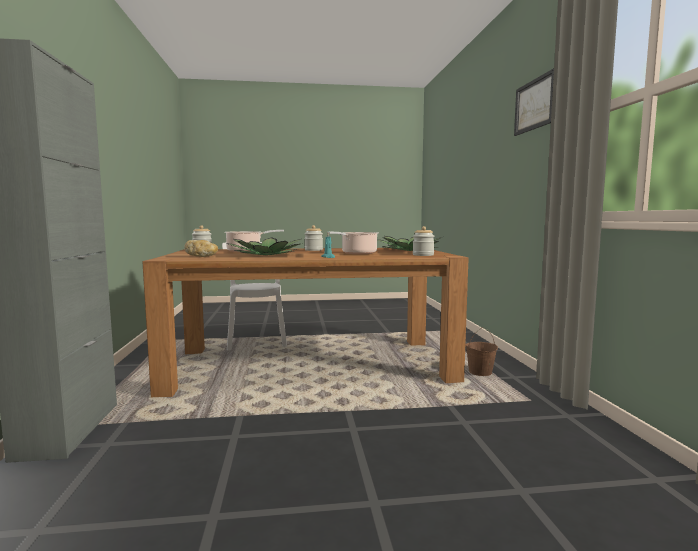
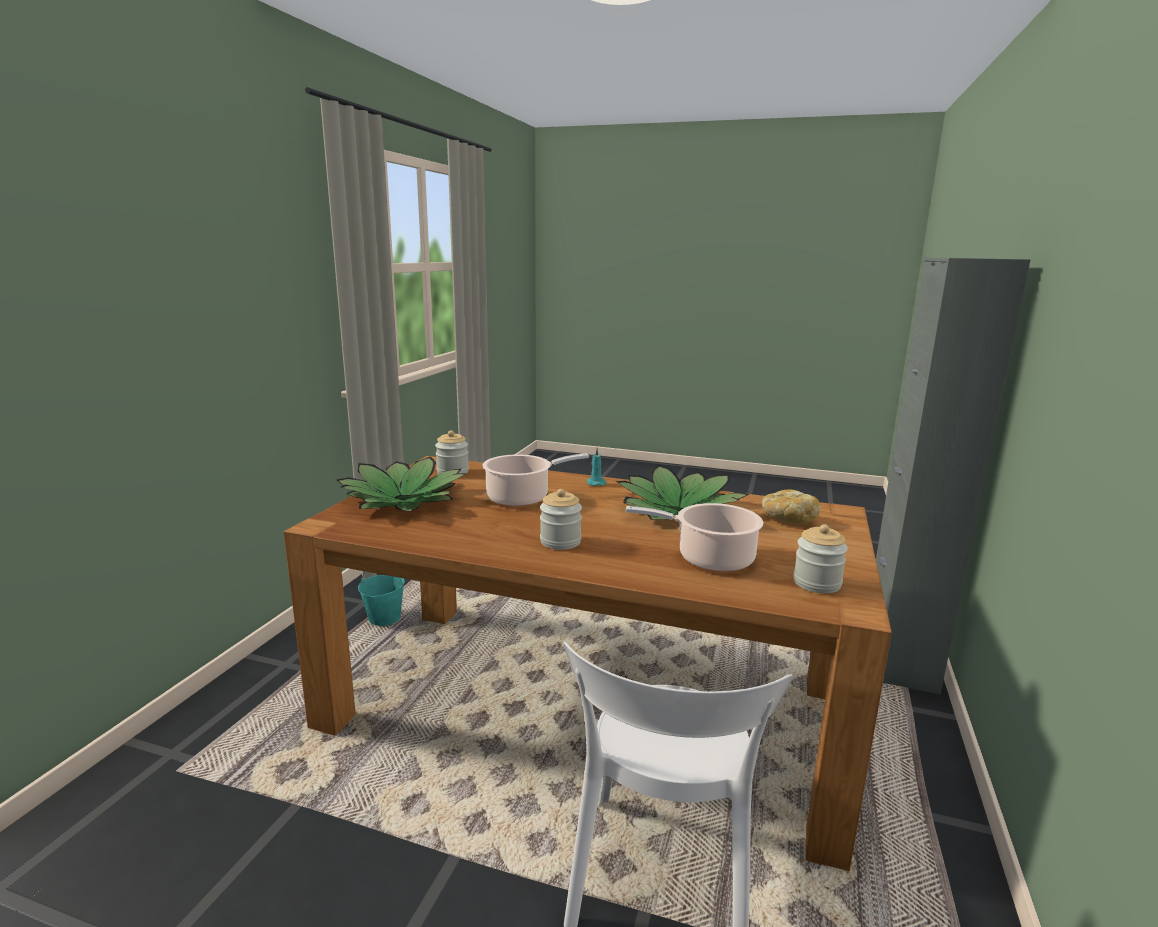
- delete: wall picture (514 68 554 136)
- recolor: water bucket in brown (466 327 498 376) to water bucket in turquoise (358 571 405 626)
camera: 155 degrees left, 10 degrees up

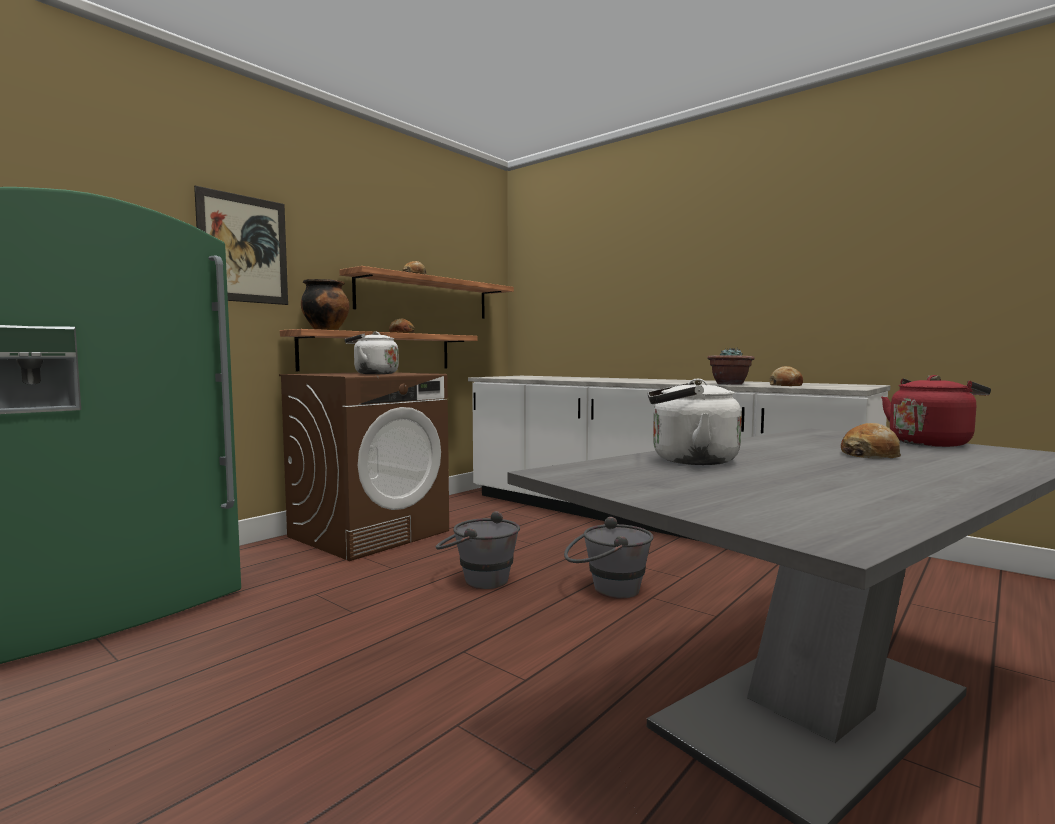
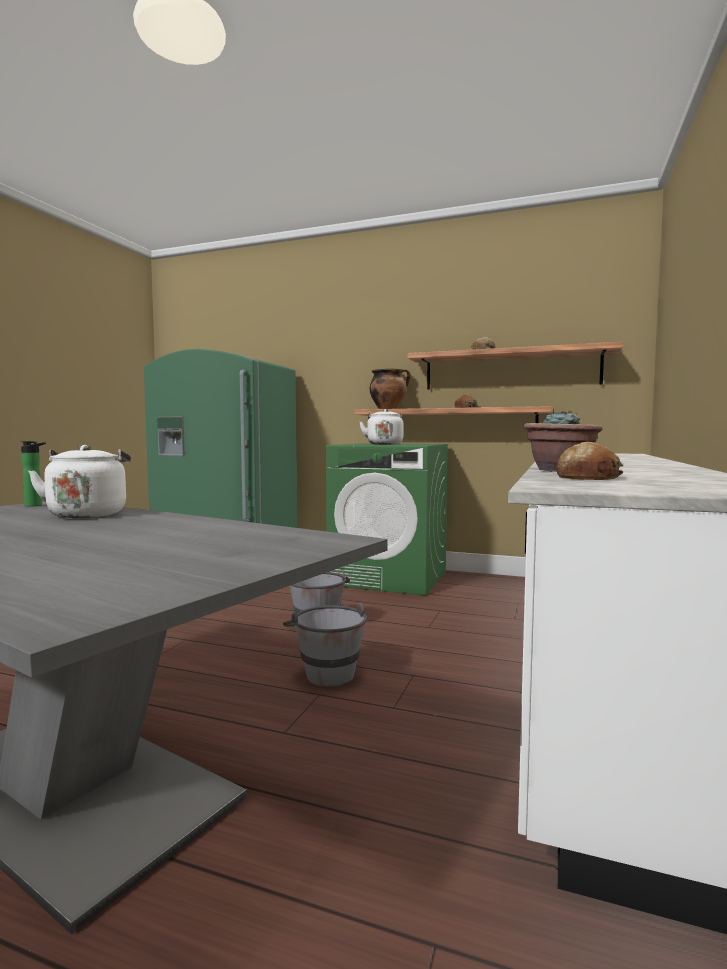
- delete: wall picture (194 186 288 305)
- delete: bakery bread (841 423 901 459)
- delete: tea kettle in red (881 375 991 447)
- insert: beverage bottle (20 441 46 507)
- recolor: washing machine in brown (279 372 449 561) to washing machine in green (326 444 448 596)
camera: 70 degrees right, 0 degrees up

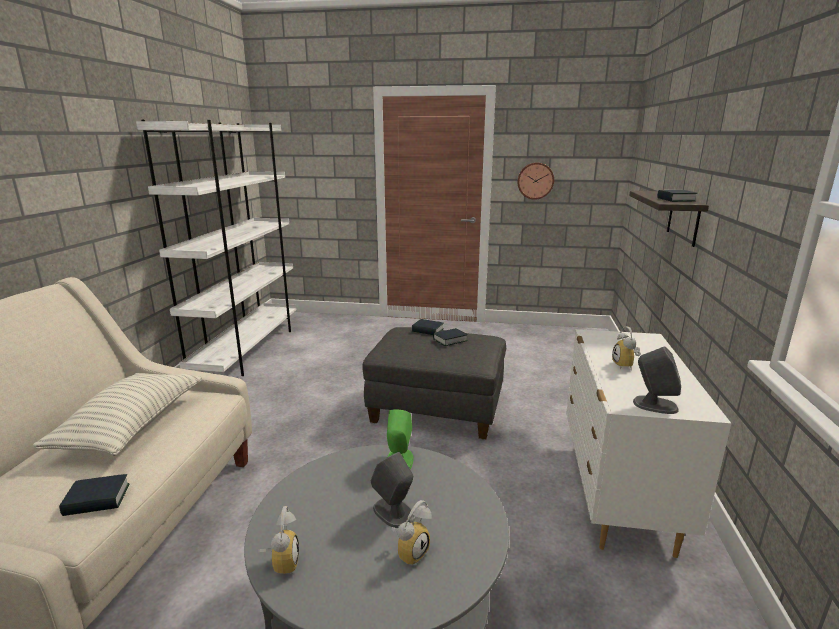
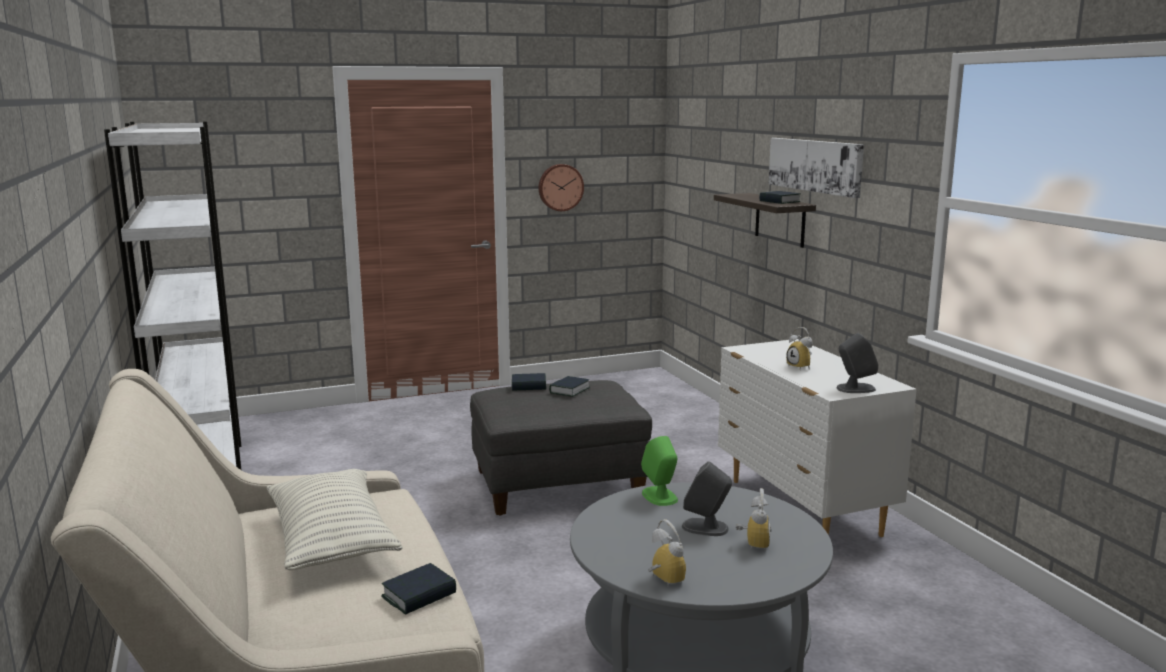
- insert: wall picture (769 138 864 198)
camera: 30 degrees left, 5 degrees down

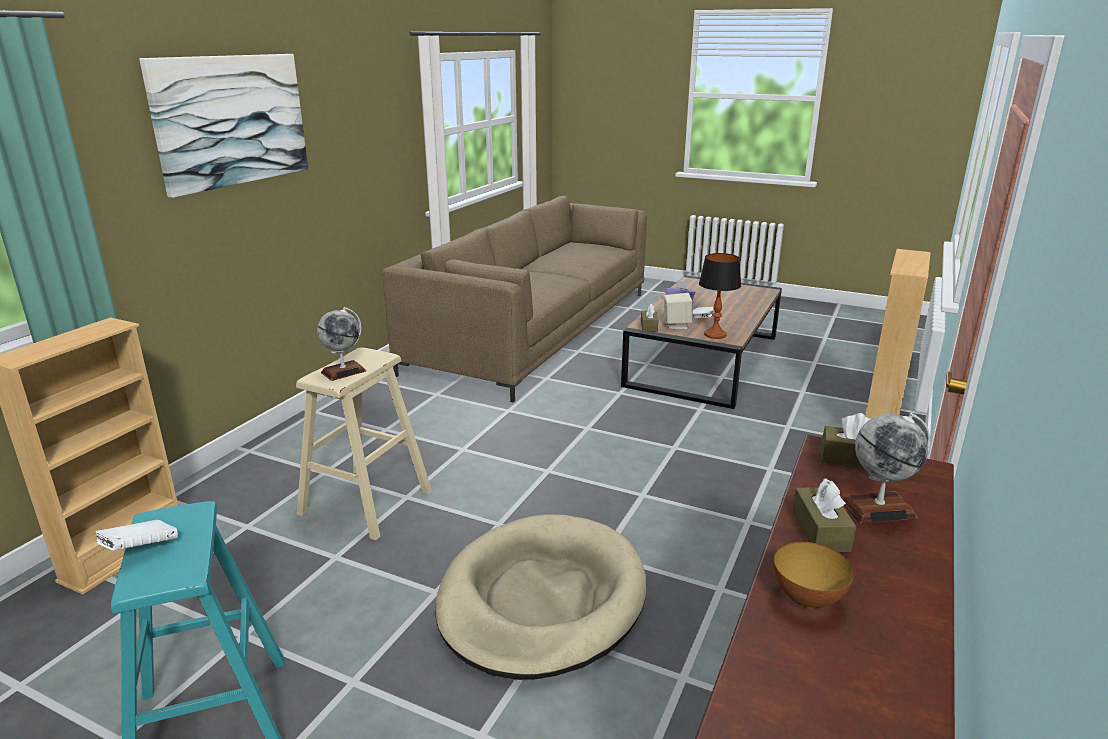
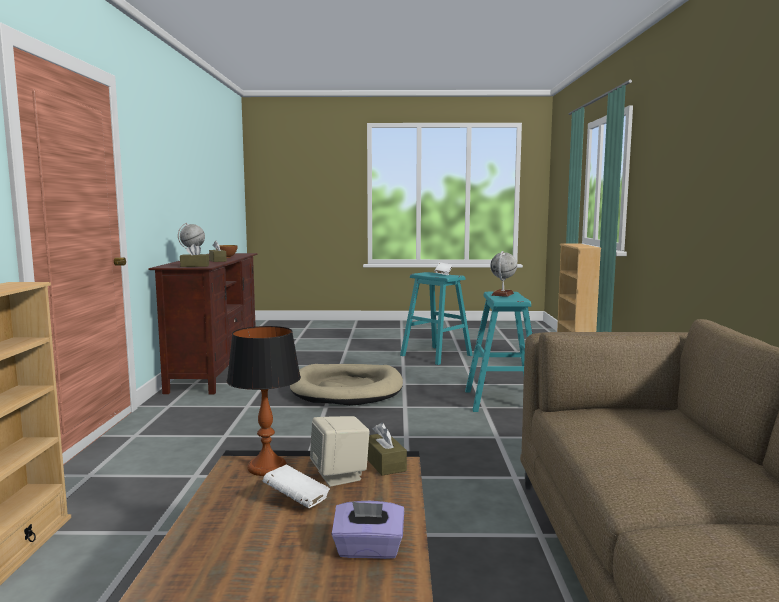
- delete: wall picture (139 54 308 198)
- recolor: stool in beige-coloured (296 347 432 540) to stool in turquoise (465 292 532 412)
camera: 155 degrees right, 15 degrees down

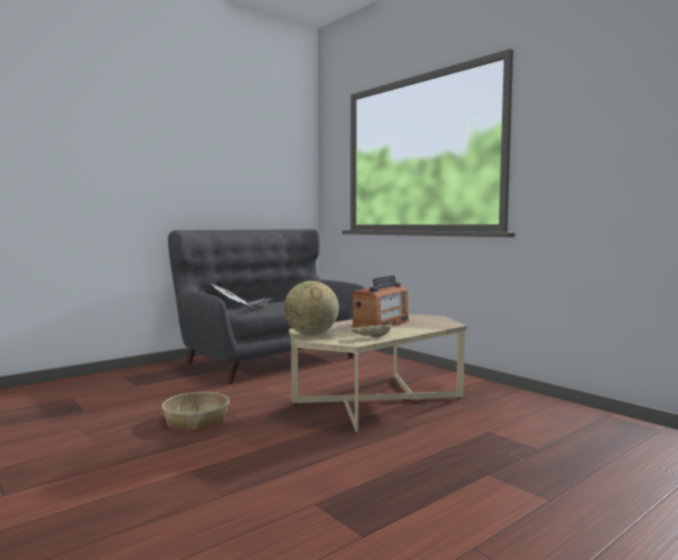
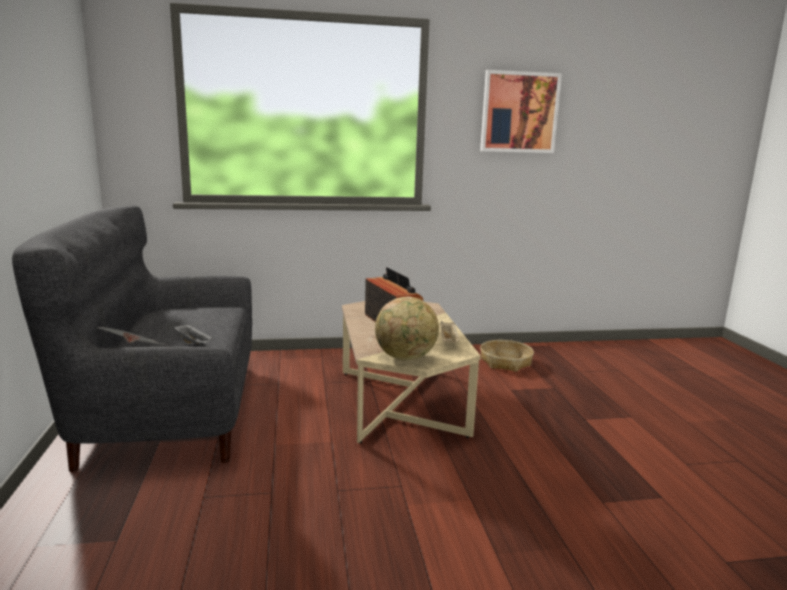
- insert: wall picture (480 70 562 153)
- move: household basket (162 392 229 430) to (480 340 534 372)
camera: 60 degrees left, 10 degrees up

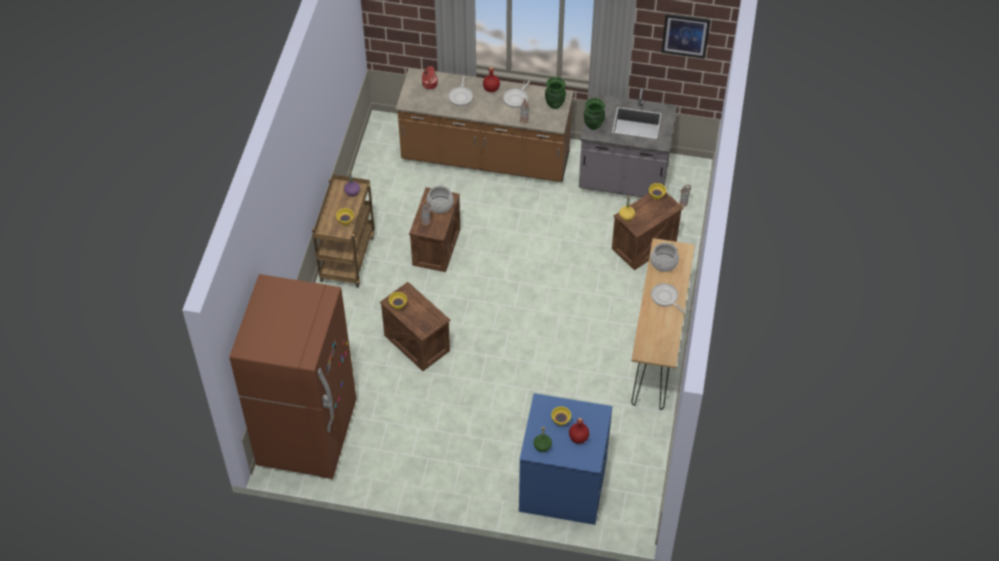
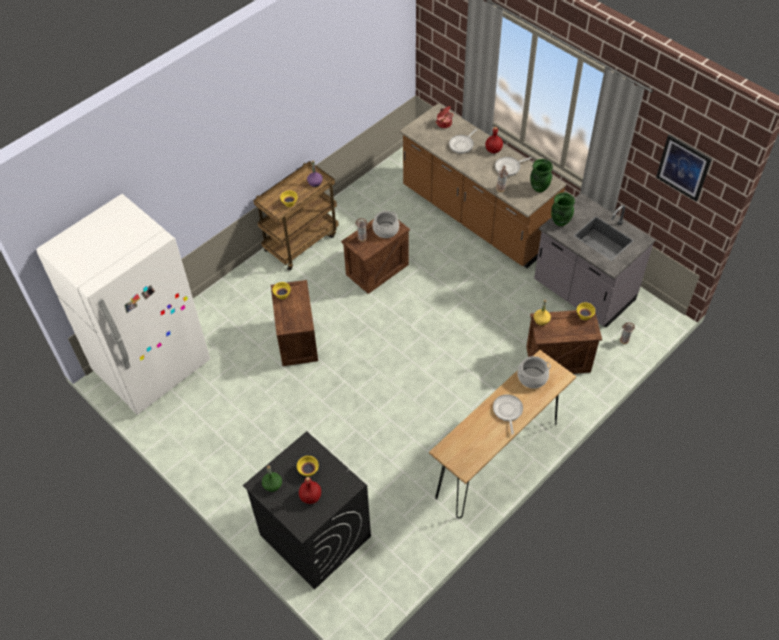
- recolor: kitchen fridge in brown (230 274 357 479) to kitchen fridge in white-coloured (36 194 210 415)
- recolor: washing machine in blue-coloured (519 393 612 525) to washing machine in black-coloured (243 431 371 589)
camera: 35 degrees right, 0 degrees up

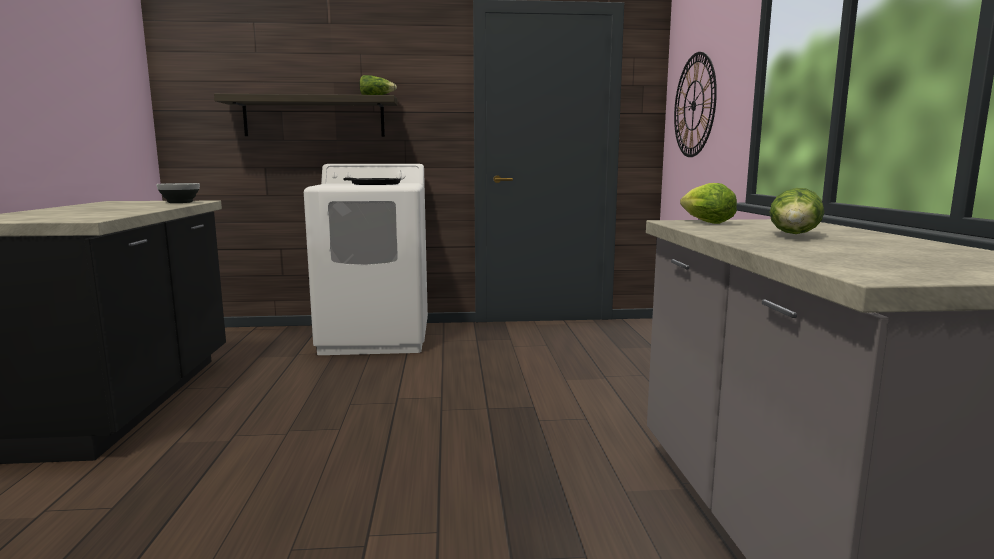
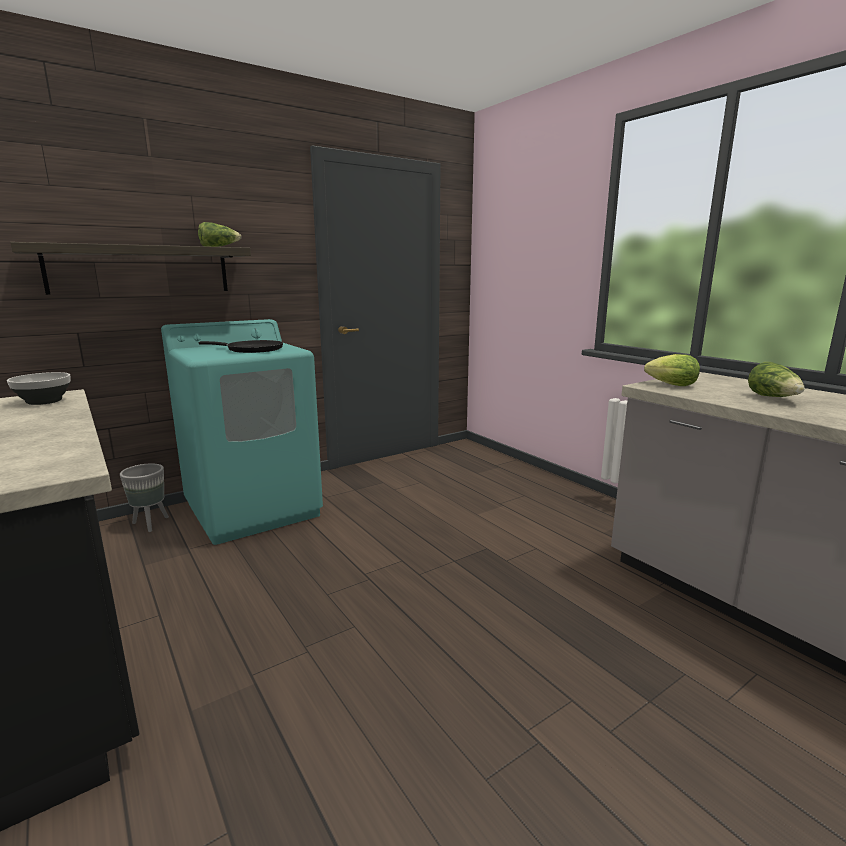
- delete: hanging clock (674 52 717 157)
- insert: plant pot in gray (120 463 169 532)
- recolor: washing machine in white-coloured (304 164 428 355) to washing machine in turquoise (161 319 323 545)
camera: 30 degrees left, 5 degrees up

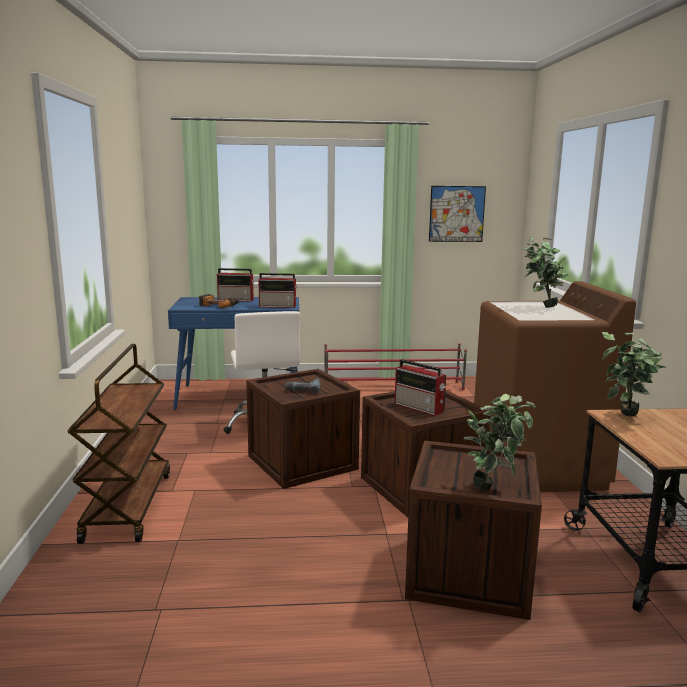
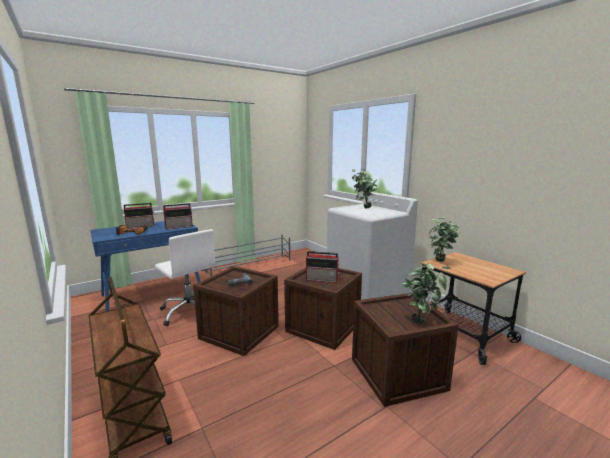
- delete: wall picture (429 186 486 242)
- recolor: shoe shelf in red (324 343 467 390) to shoe shelf in gray (205 234 291 276)
- recolor: washing machine in brown (474 281 636 492) to washing machine in white-coloured (327 192 418 300)
camera: 30 degrees left, 0 degrees up

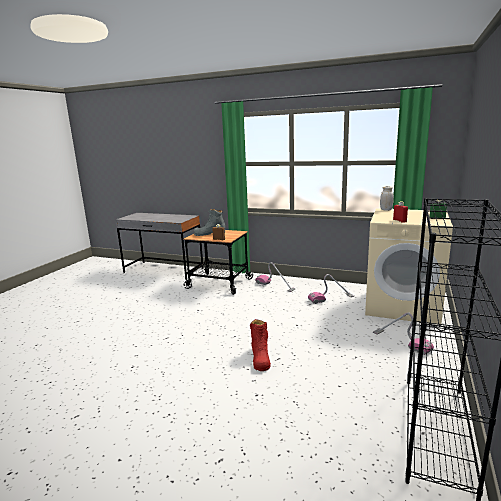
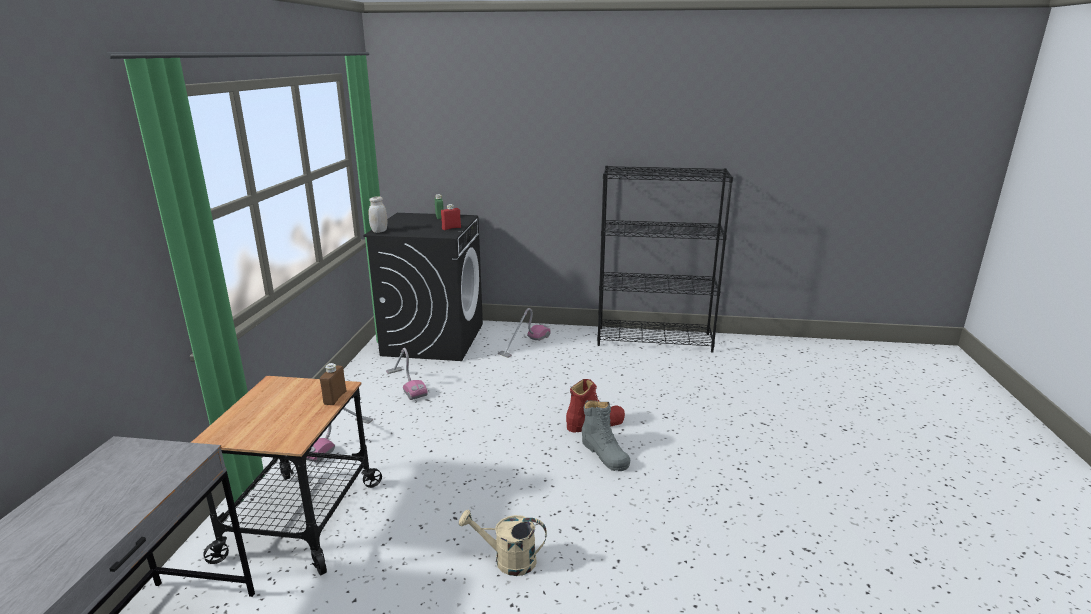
- insert: watering pot in beige-coloured (459 510 547 576)
- move: tall boot in gray (194 209 225 236) to (582 400 631 471)
- recolor: washing machine in beige-coloured (365 209 453 325) to washing machine in black-coloured (363 213 483 361)
camera: 105 degrees left, 5 degrees up

